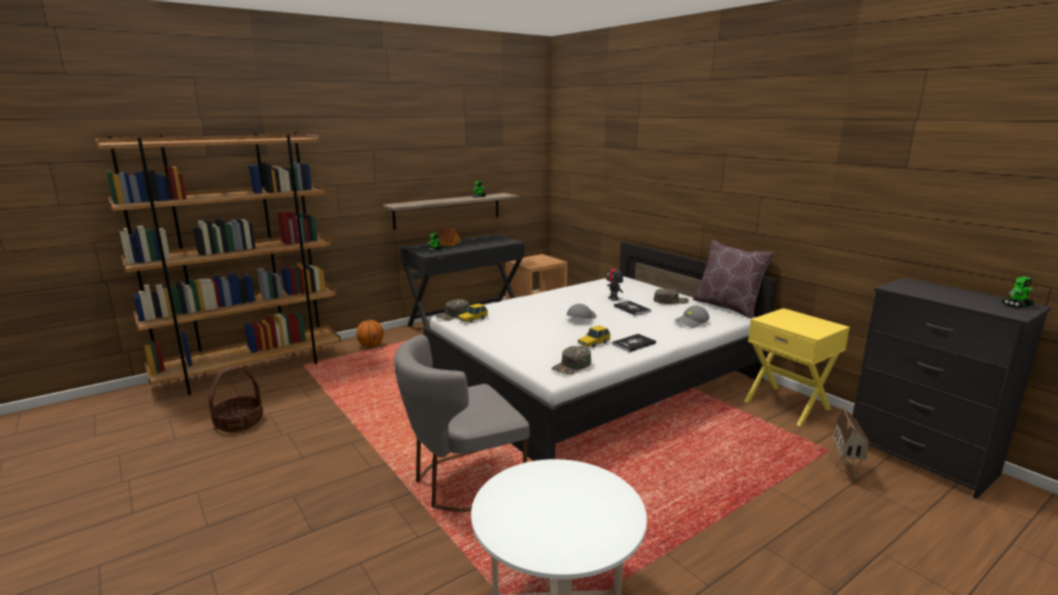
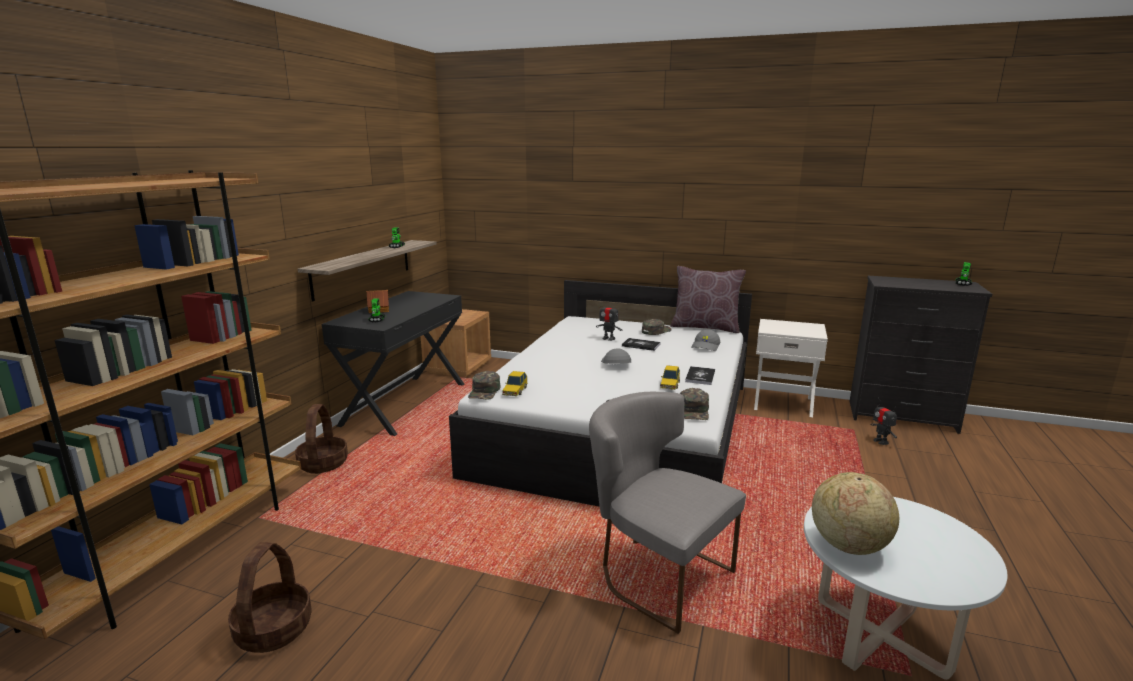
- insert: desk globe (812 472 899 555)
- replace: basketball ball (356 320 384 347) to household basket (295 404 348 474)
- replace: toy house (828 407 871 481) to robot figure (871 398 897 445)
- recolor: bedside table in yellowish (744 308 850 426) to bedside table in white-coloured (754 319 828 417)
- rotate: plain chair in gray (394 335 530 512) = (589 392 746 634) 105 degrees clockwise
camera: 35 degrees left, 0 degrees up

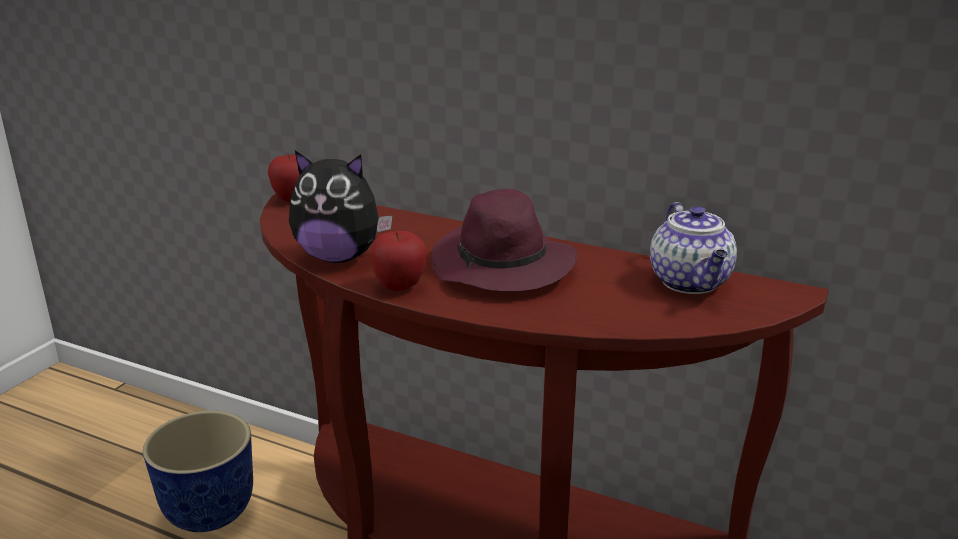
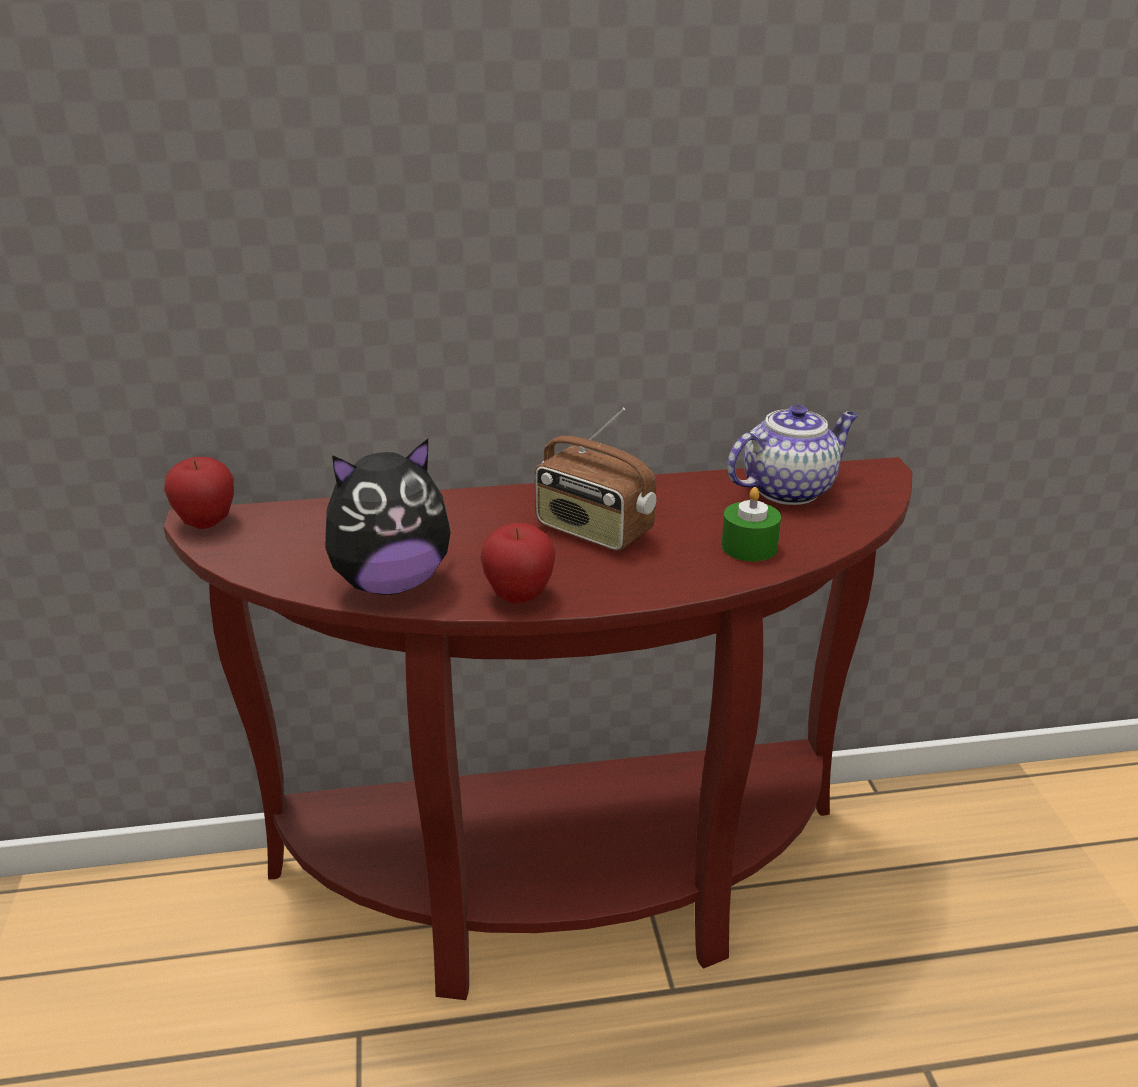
- delete: plant pot (143 411 253 532)
- insert: candle in green (721 487 781 561)
- replace: clothing hat in purplish (431 189 577 292) to radio (535 408 656 551)
- rotate: pot for tea (650 202 737 294) = (727 404 858 505) 75 degrees counterclockwise
camera: 35 degrees left, 5 degrees up

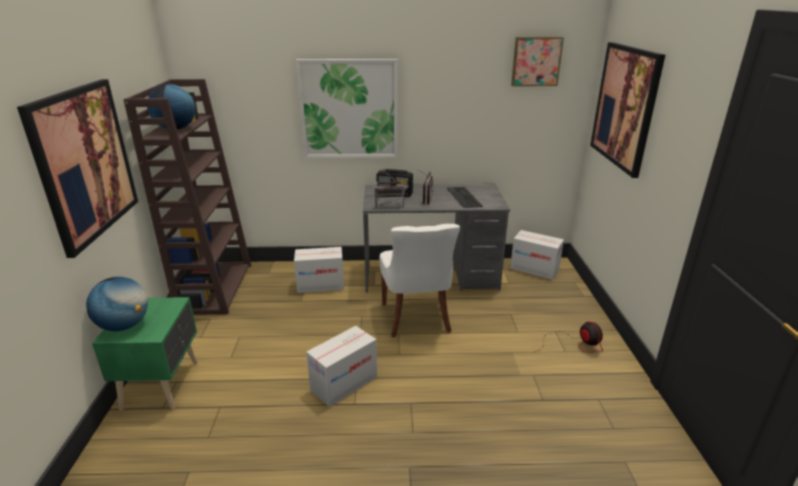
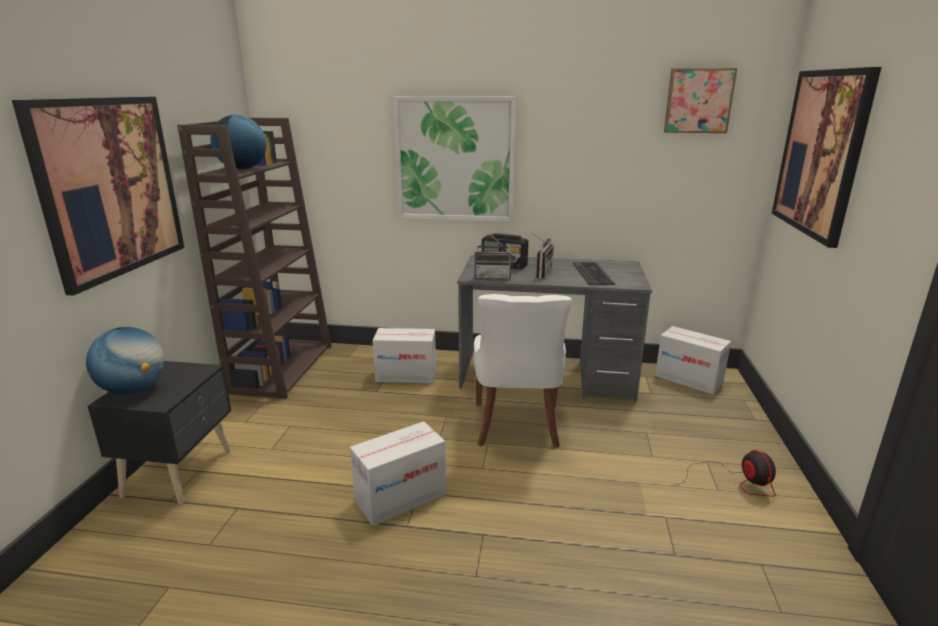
- recolor: bedside table in green (92 297 198 411) to bedside table in black-coloured (88 361 231 505)
camera: 10 degrees right, 5 degrees down

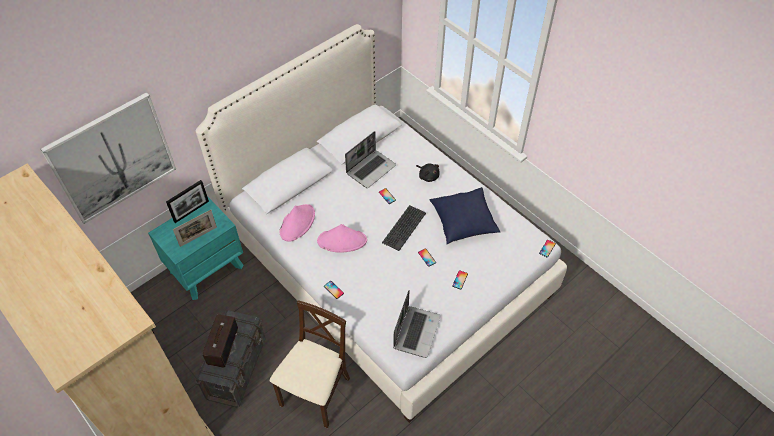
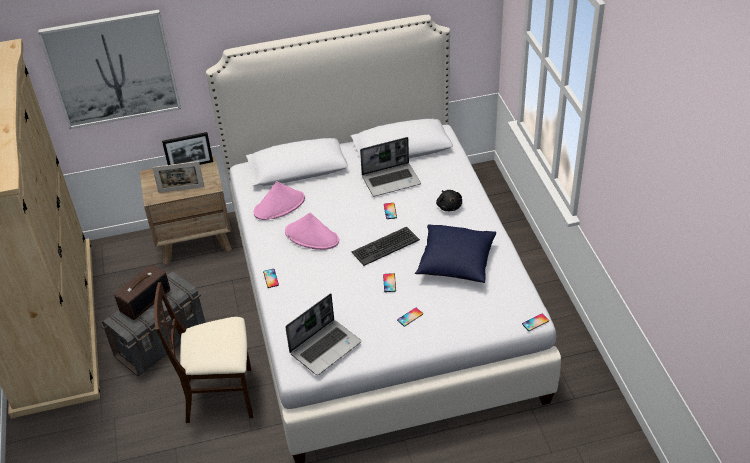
- recolor: bedside table in turquoise (148 196 243 300) to bedside table in brown (140 157 232 264)
- rotate: plain chair in beige-coloured (270 300 350 428) = (154 282 254 423) 150 degrees counterclockwise
camera: 30 degrees right, 10 degrees down

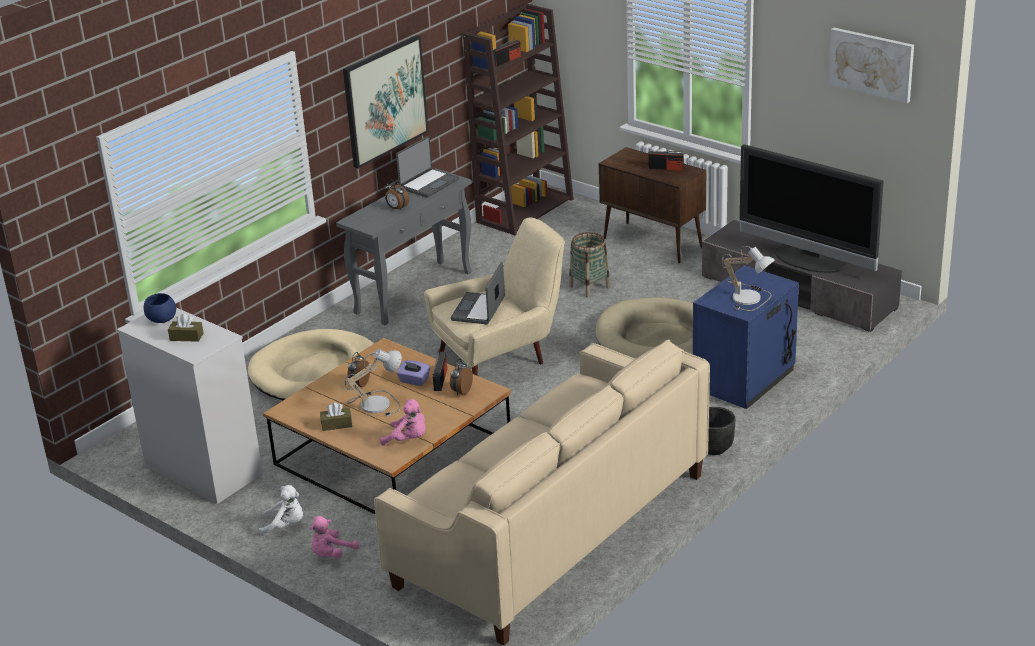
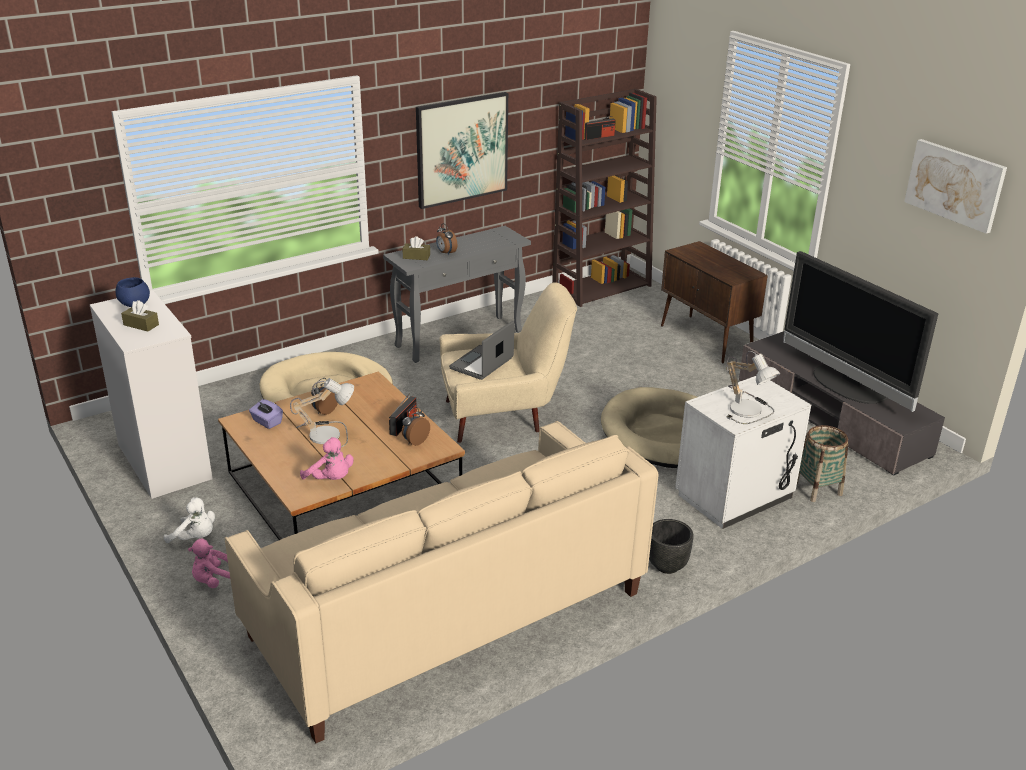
- delete: laptop (396 136 459 198)
- delete: radio (648 150 684 171)
- move: tissue box in brown (320 403 352 431) to (403 236 430 260)
- move: tissue box in purplish (396 360 430 386) to (249 399 283 429)
- move: household basket (569 232 611 297) to (797 425 848 502)
- recolor: bedside table in blue-coloured (693 265 799 409) to bedside table in white-coloured (675 376 811 529)
camera: 15 degrees right, 0 degrees up

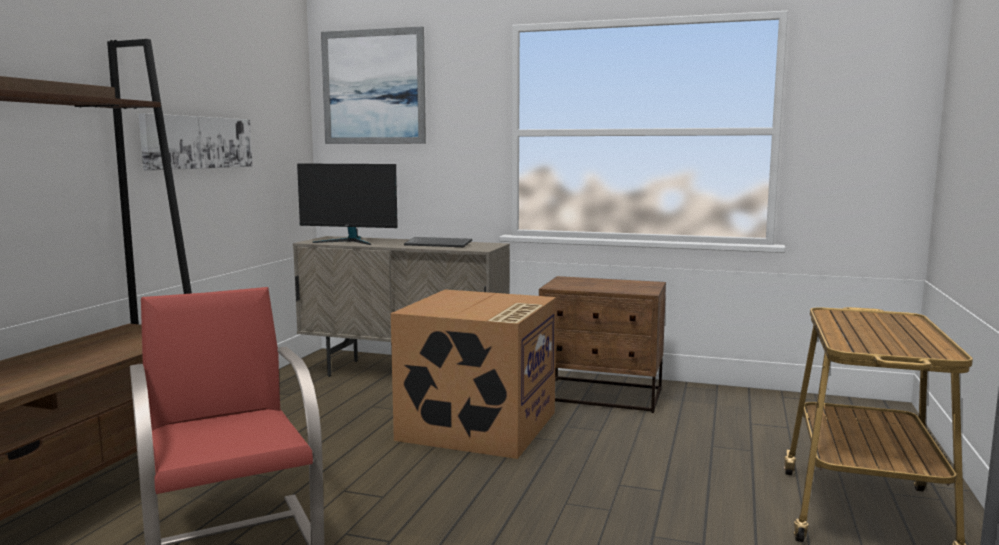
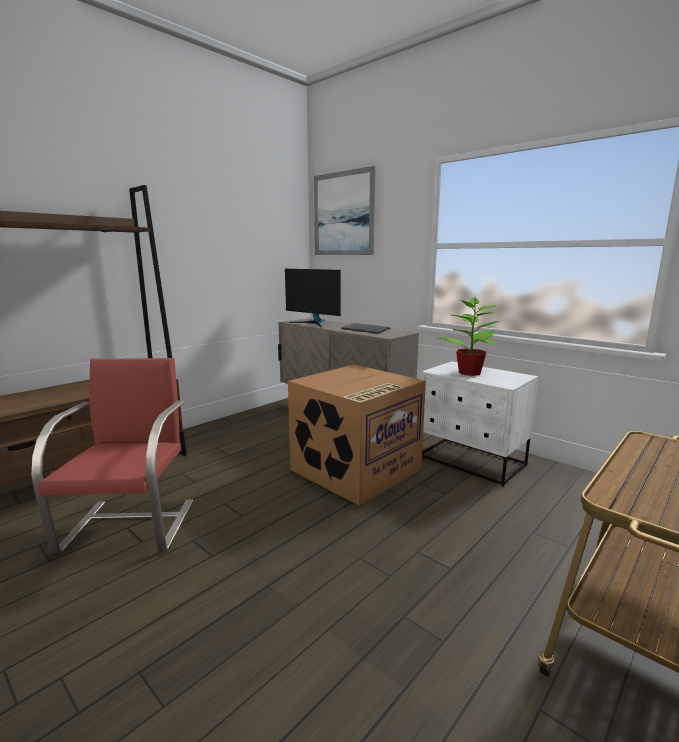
- delete: wall picture (139 113 253 171)
- insert: houseplant (437 298 500 376)
- recolor: bedside table in brown (539 276 666 413) to bedside table in white-coloured (420 361 538 486)
camera: 25 degrees right, 5 degrees up

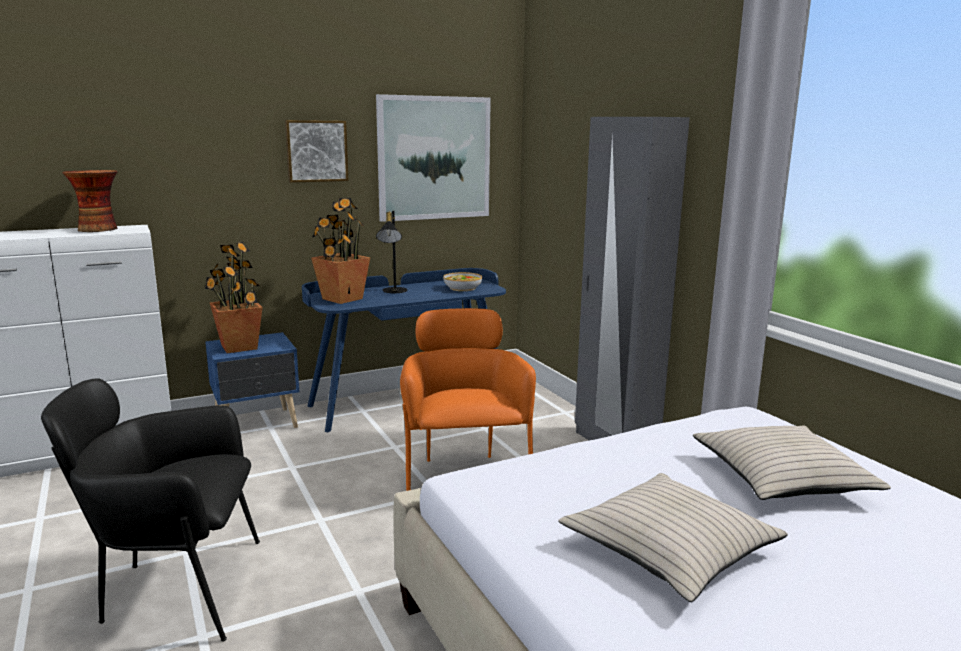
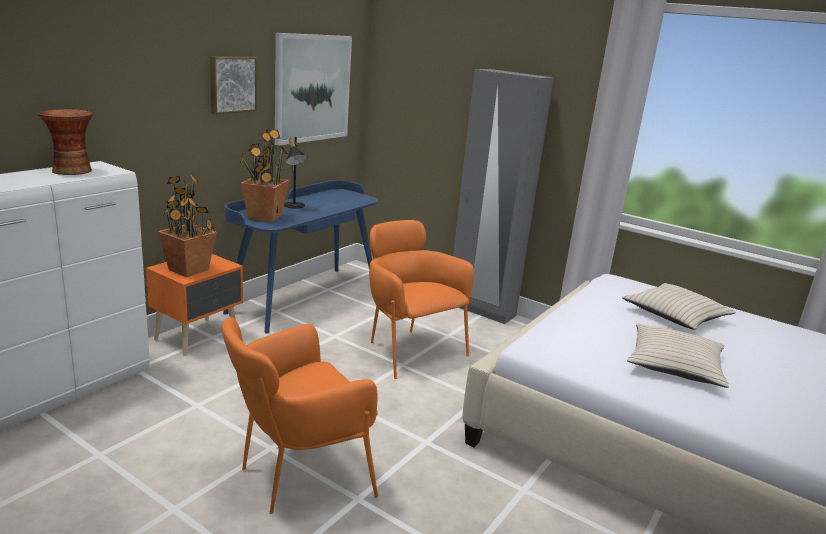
- delete: bowl (443 272 482 291)
- recolor: easy chair in black-coloured (41 378 260 642) to easy chair in orange (222 317 379 514)
- recolor: bedside table in blue-coloured (205 332 299 428) to bedside table in orange (146 254 243 356)
camera: 30 degrees left, 5 degrees up

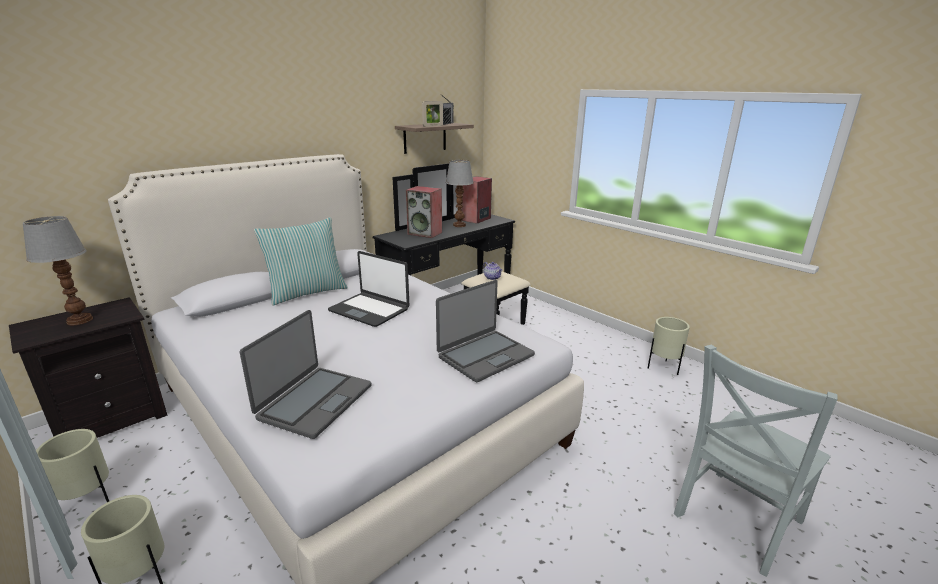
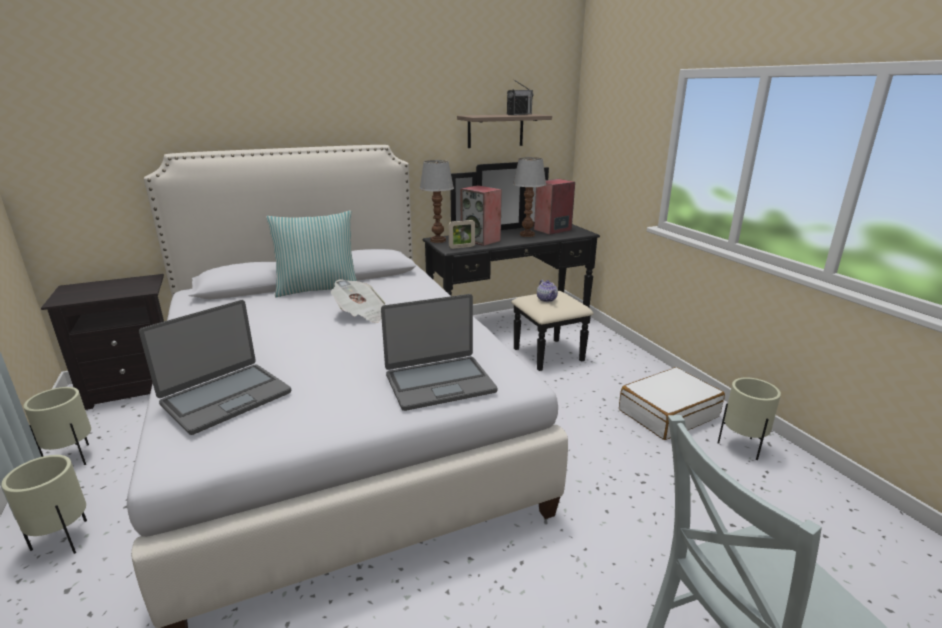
- insert: piece of luggage in white-coloured (619 367 725 440)
- move: lamp for a table (23 216 93 325) to (419 160 454 243)
- move: photo frame (422 101 443 127) to (449 220 475 249)
- replace: laptop (328 251 409 327) to newspaper (331 279 385 323)
camera: 20 degrees right, 0 degrees up

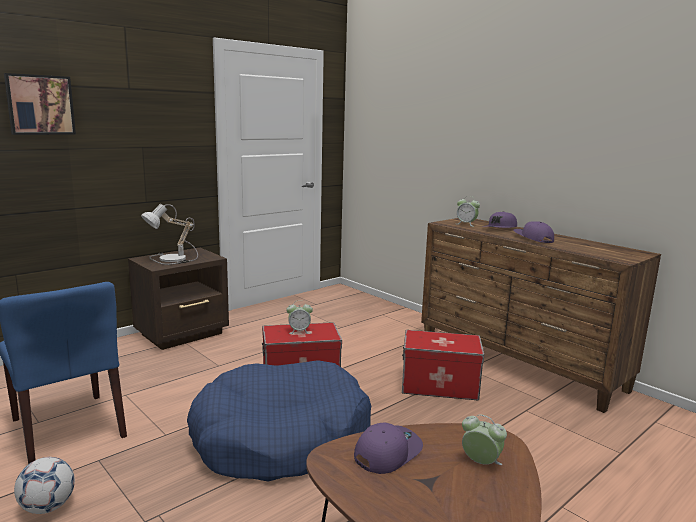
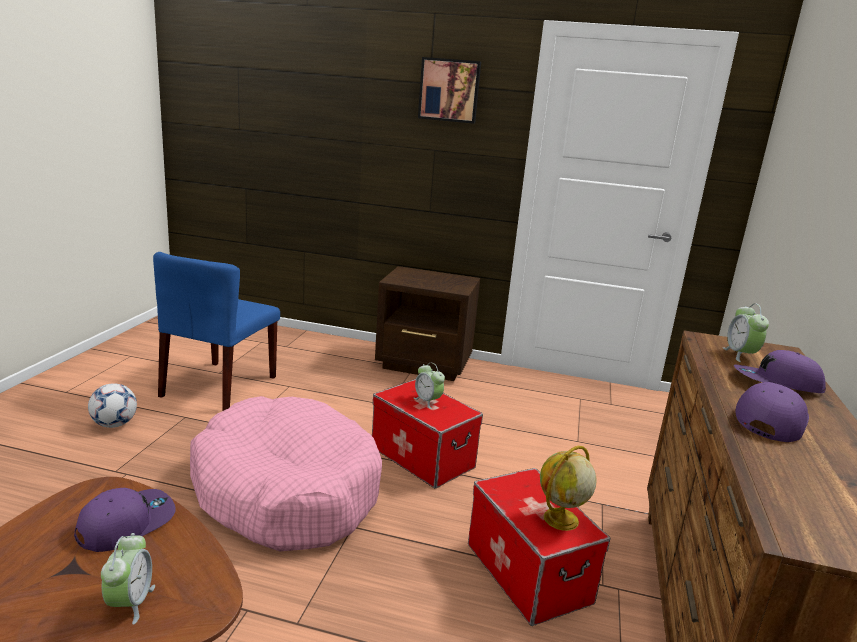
- delete: lamp for a table (141 204 198 265)
- insert: desk globe (540 446 597 531)
- move: wall picture (4 73 76 135) to (418 57 481 124)
- recolor: dog bed in blue-coloured (187 360 371 482) to dog bed in pink (190 396 382 551)
- rotate: peaked cap in purplish (354 423 423 474) = (74 488 176 552) 60 degrees counterclockwise
camera: 55 degrees right, 5 degrees up

